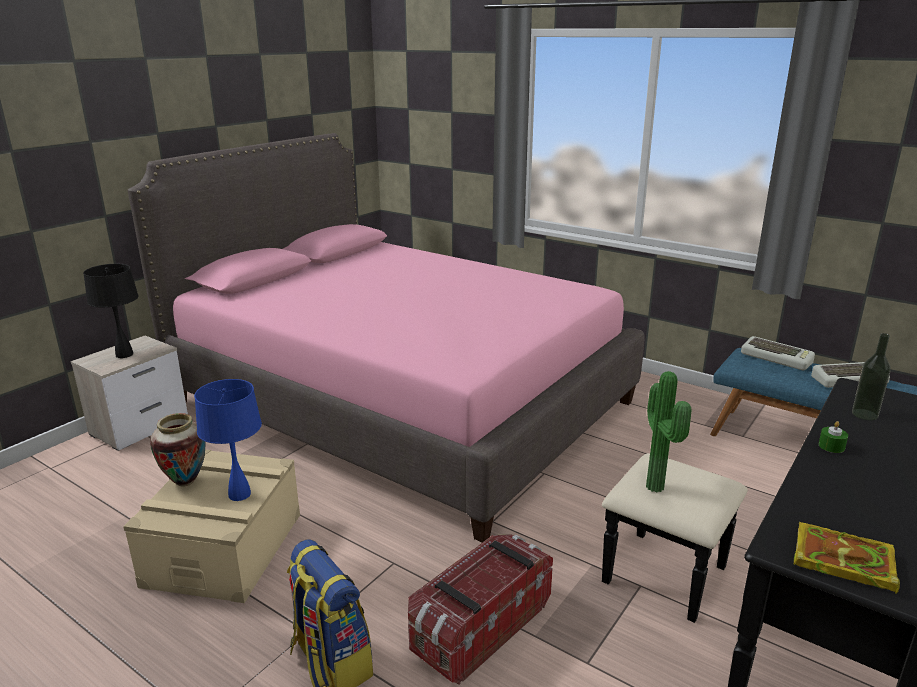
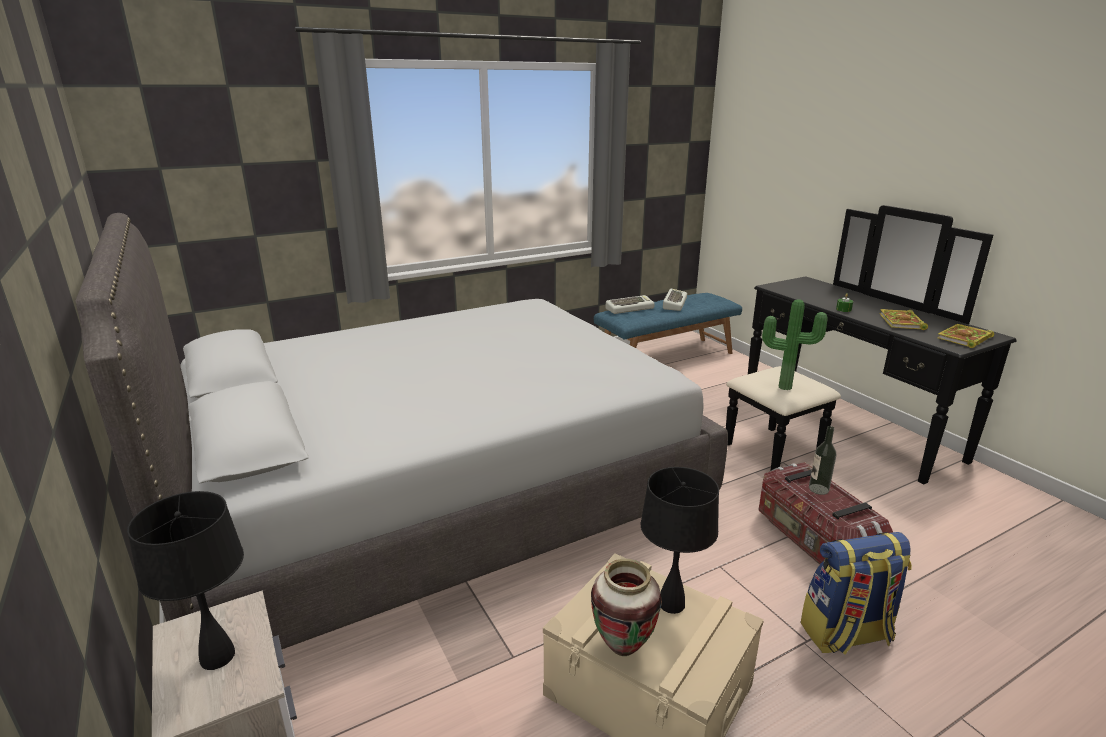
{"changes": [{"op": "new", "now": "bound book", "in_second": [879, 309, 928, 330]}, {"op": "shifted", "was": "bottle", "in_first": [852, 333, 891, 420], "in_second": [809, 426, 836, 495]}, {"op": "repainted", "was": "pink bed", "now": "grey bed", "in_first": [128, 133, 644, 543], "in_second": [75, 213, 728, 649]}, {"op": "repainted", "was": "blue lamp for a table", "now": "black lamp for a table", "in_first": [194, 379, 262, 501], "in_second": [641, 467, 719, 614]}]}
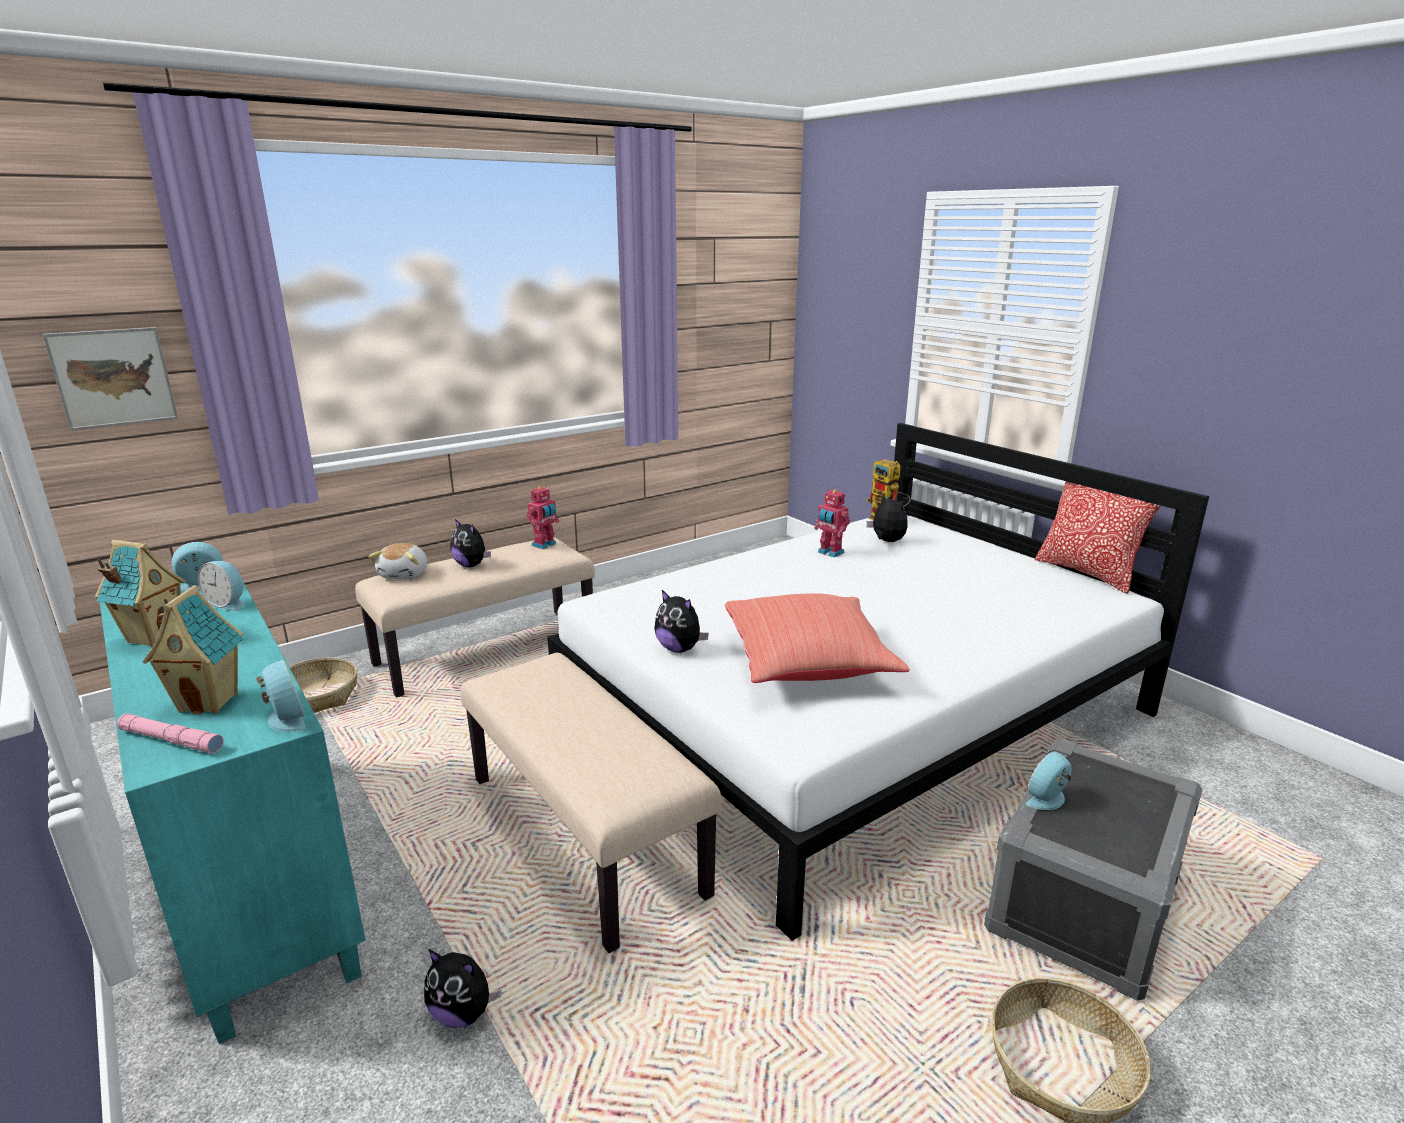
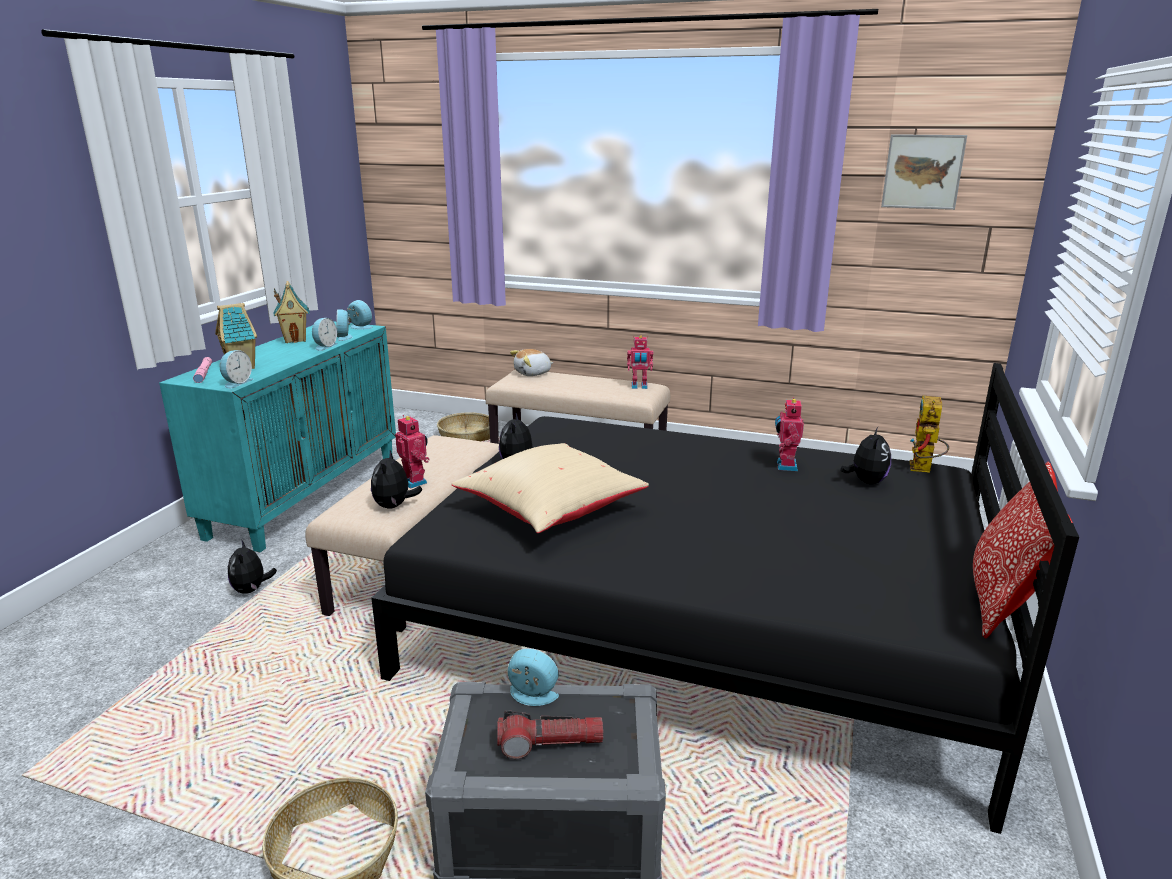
{"changes": [{"op": "new", "now": "alarm clock", "in_second": [312, 318, 338, 351]}, {"op": "new", "now": "model robot", "in_second": [395, 415, 430, 489]}, {"op": "new", "now": "hand torch", "in_second": [497, 710, 603, 759]}, {"op": "shifted", "was": "picture", "in_first": [43, 327, 178, 431], "in_second": [881, 134, 967, 210]}, {"op": "shifted", "was": "cuddly toy", "in_first": [450, 519, 491, 567], "in_second": [371, 450, 422, 509]}, {"op": "repainted", "was": "whitish bed", "now": "black bed", "in_first": [547, 423, 1209, 941], "in_second": [371, 363, 1079, 834]}, {"op": "repainted", "was": "red cushion", "now": "beige-coloured cushion", "in_first": [725, 593, 910, 683], "in_second": [451, 443, 649, 533]}]}
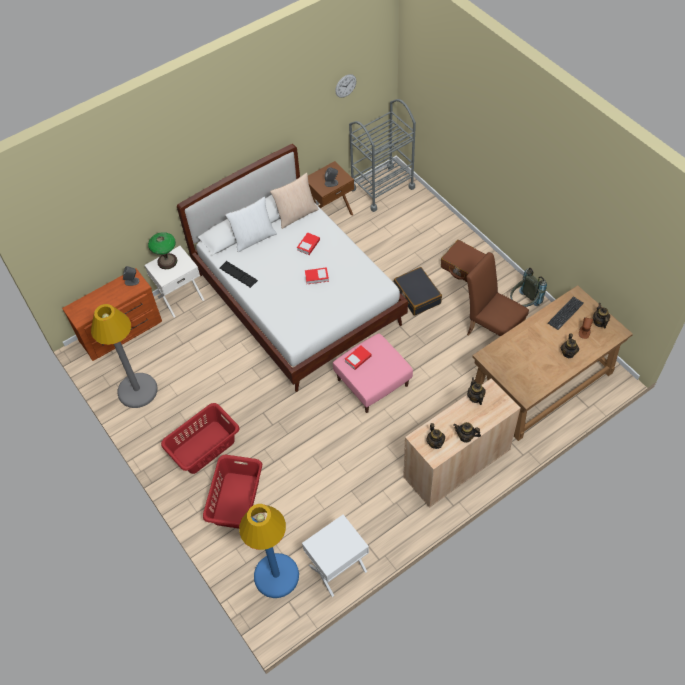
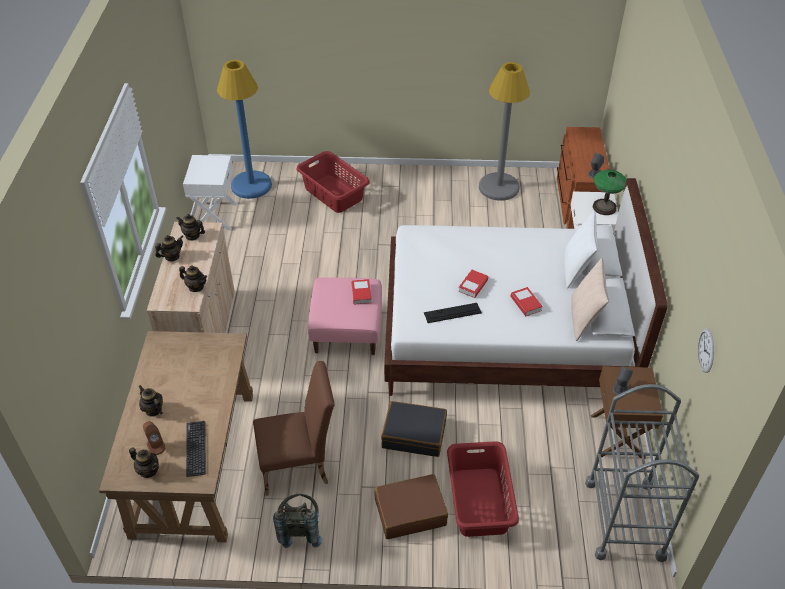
{"changes": [{"op": "shifted", "was": "red washing basket", "in_first": [161, 403, 239, 474], "in_second": [447, 441, 519, 537]}, {"op": "shifted", "was": "computer keyboard", "in_first": [219, 261, 258, 288], "in_second": [424, 303, 482, 323]}]}
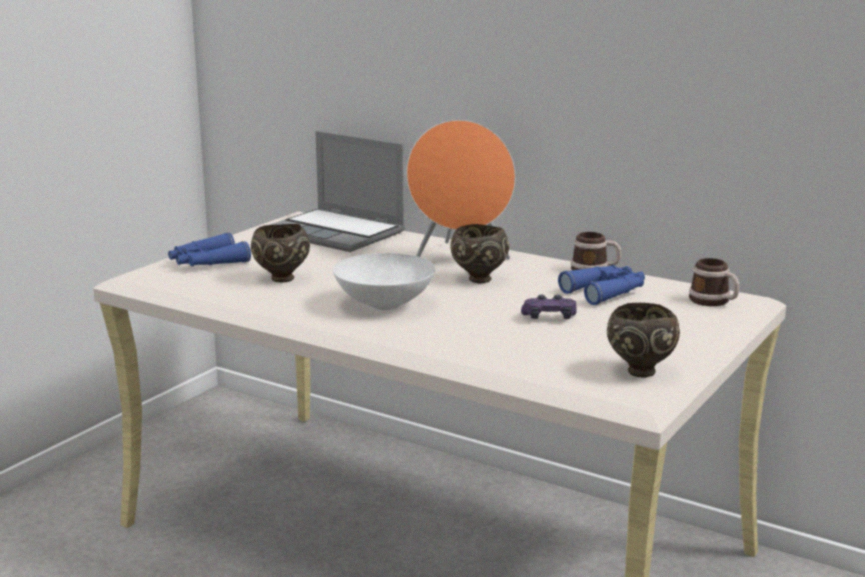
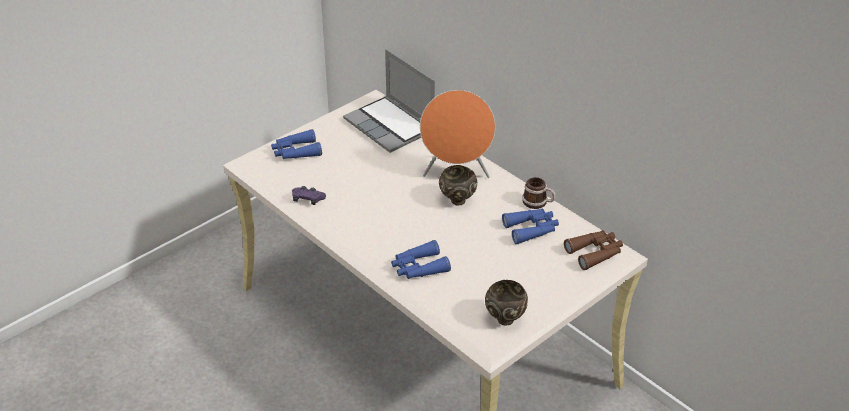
{"changes": [{"op": "gone", "was": "brown deep dish", "in_first": [251, 224, 310, 282]}, {"op": "gone", "was": "whitish deep dish", "in_first": [333, 253, 435, 310]}, {"op": "new", "now": "blue pair of binoculars", "in_second": [391, 240, 451, 279]}, {"op": "shifted", "was": "purple-coloured joypad", "in_first": [521, 295, 577, 319], "in_second": [292, 186, 326, 205]}, {"op": "swapped", "was": "tea mug", "now": "brown pair of binoculars", "in_first": [689, 258, 739, 306], "in_second": [564, 230, 623, 270]}]}
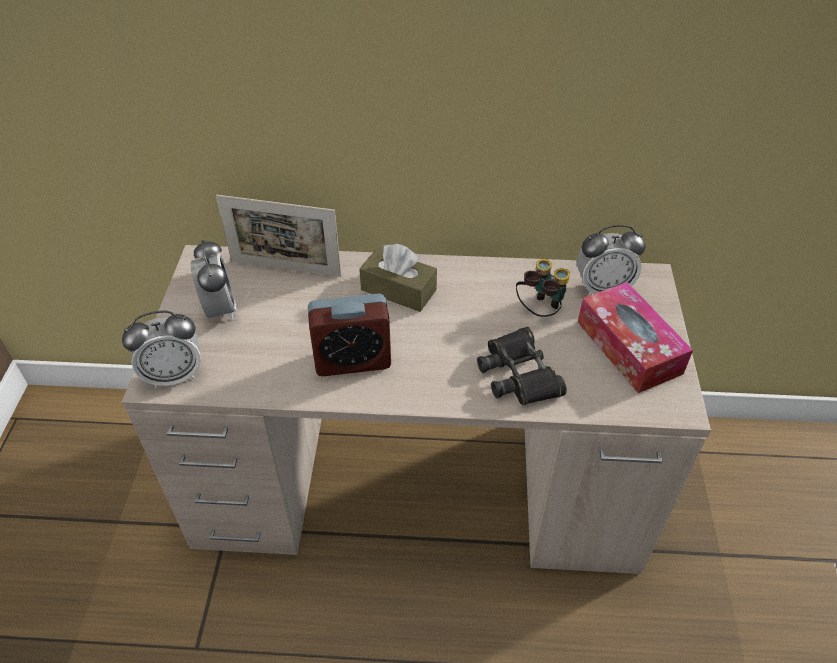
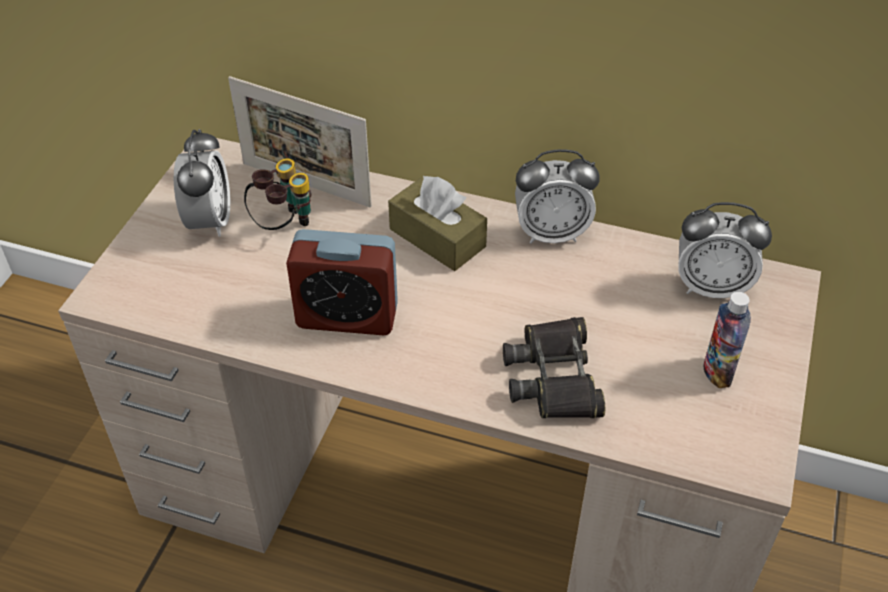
{"changes": [{"op": "shifted", "was": "alarm clock", "in_first": [122, 311, 201, 388], "in_second": [515, 149, 600, 244]}, {"op": "shifted", "was": "pair of binoculars", "in_first": [516, 259, 570, 317], "in_second": [244, 158, 311, 230]}, {"op": "swapped", "was": "tissue box", "now": "bottle", "in_first": [578, 282, 693, 393], "in_second": [703, 292, 751, 388]}]}
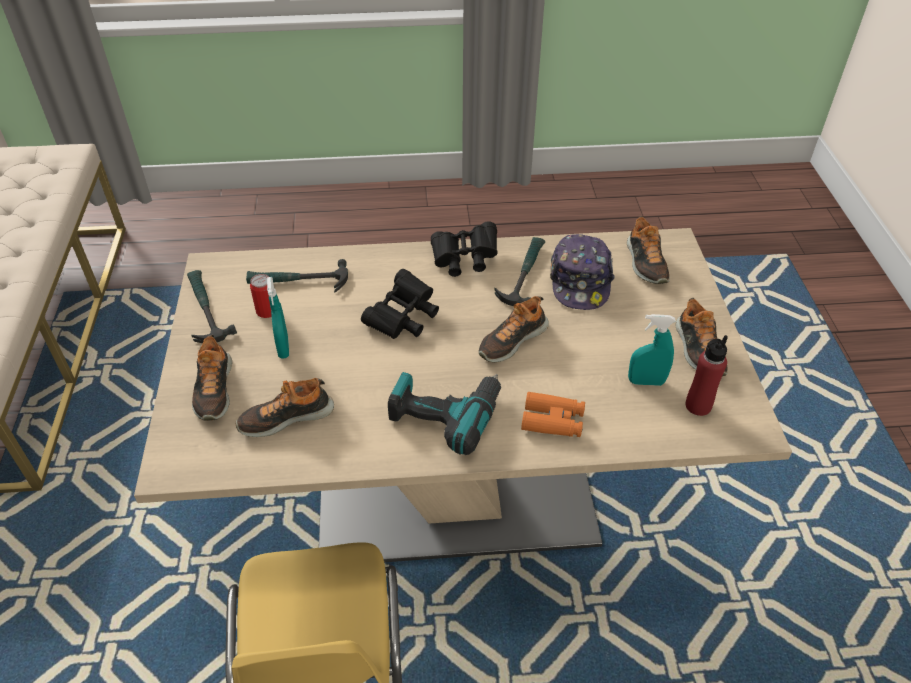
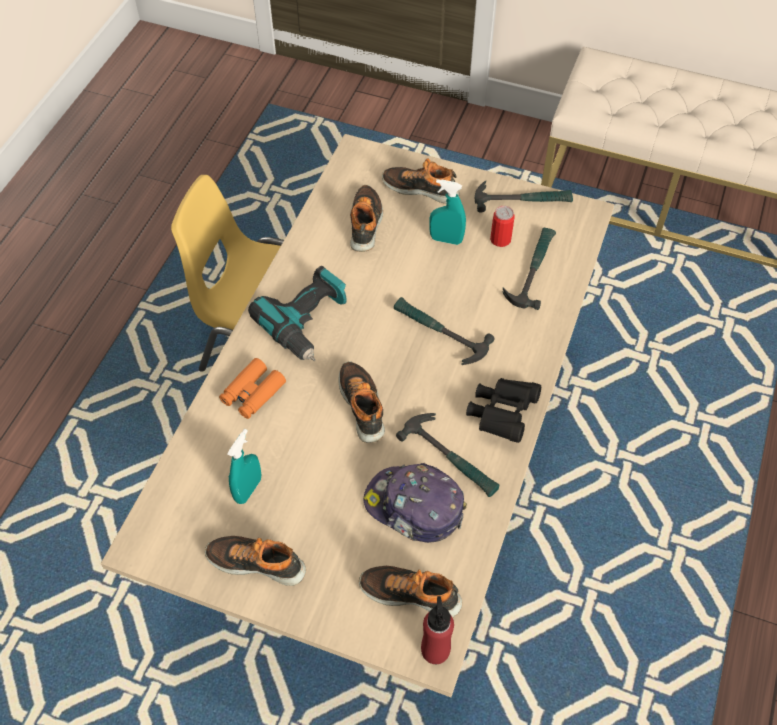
{"changes": [{"op": "shifted", "was": "red bottle", "in_first": [686, 335, 728, 416], "in_second": [421, 596, 454, 664]}, {"op": "swapped", "was": "black pair of binoculars", "now": "tool hammer", "in_first": [361, 269, 439, 339], "in_second": [394, 297, 495, 365]}]}
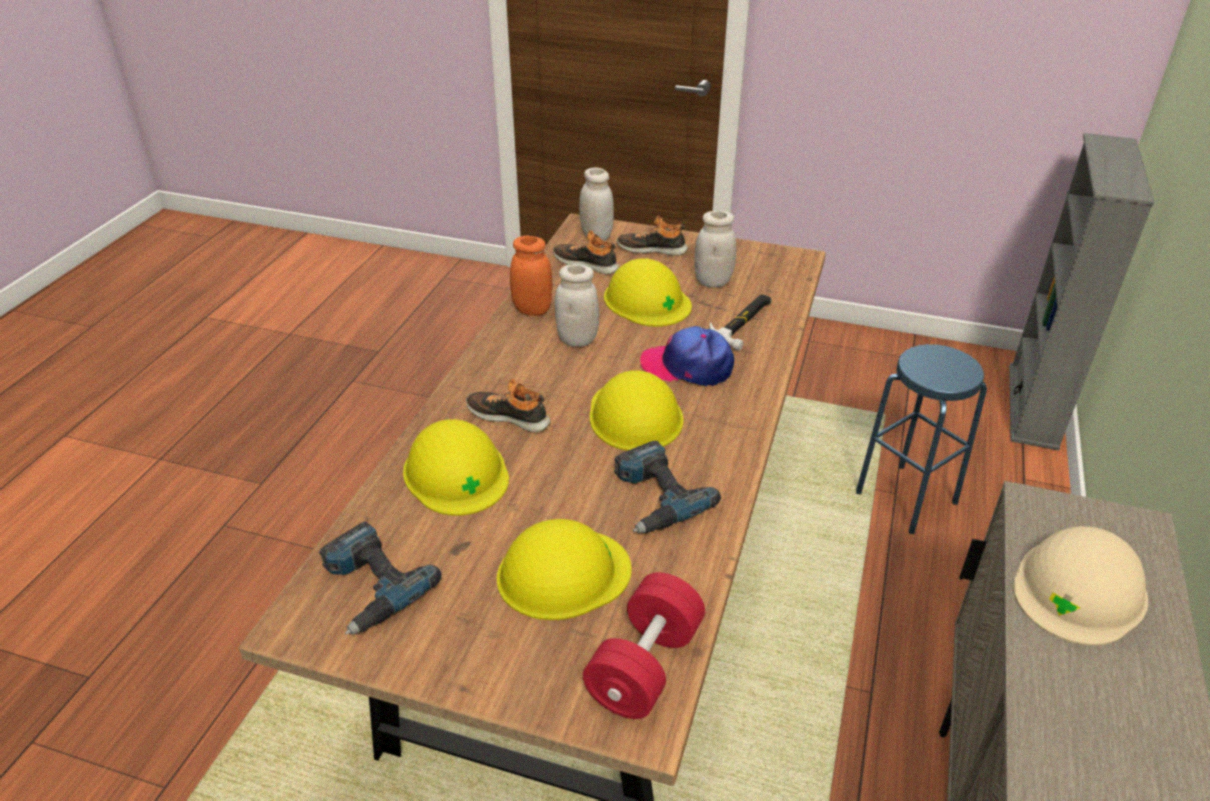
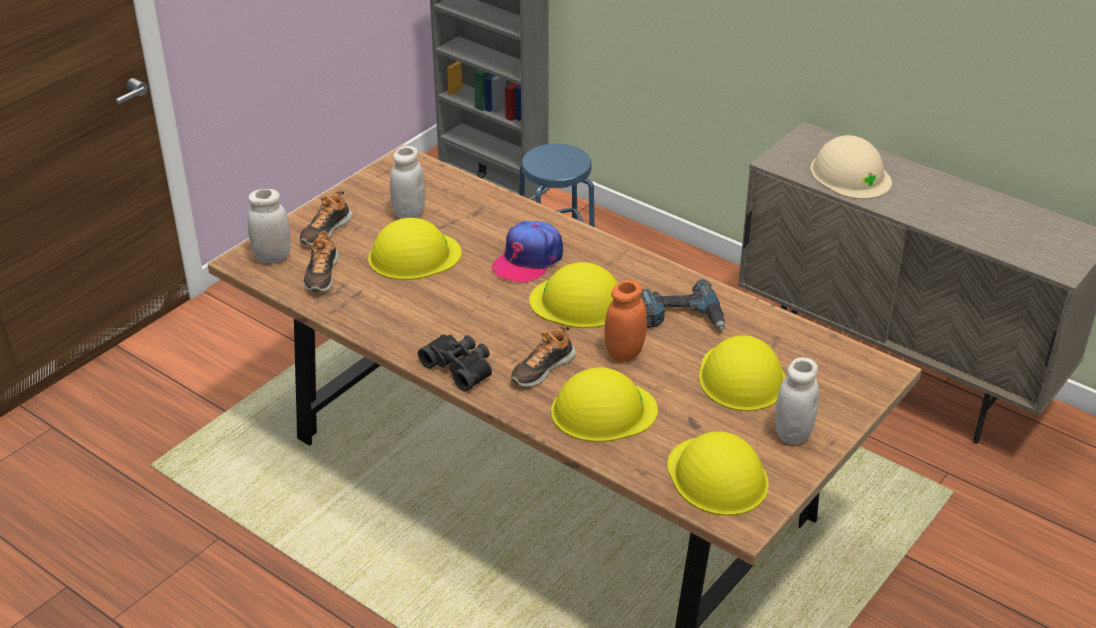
{"changes": [{"op": "gone", "was": "red free weight", "in_first": [583, 573, 705, 719]}, {"op": "gone", "was": "tool hammer", "in_first": [710, 294, 771, 351]}, {"op": "new", "now": "black pair of binoculars", "in_second": [418, 334, 492, 391]}, {"op": "shifted", "was": "orangey jar", "in_first": [510, 236, 553, 316], "in_second": [605, 280, 647, 362]}, {"op": "shifted", "was": "whitish jar", "in_first": [555, 264, 599, 347], "in_second": [775, 357, 819, 444]}, {"op": "swapped", "was": "drill", "now": "yellow safety helmet", "in_first": [319, 522, 442, 635], "in_second": [667, 431, 769, 516]}, {"op": "rotated", "was": "item of footwear", "in_first": [553, 230, 620, 275], "in_second": [303, 230, 339, 292], "clockwise": -45}]}
